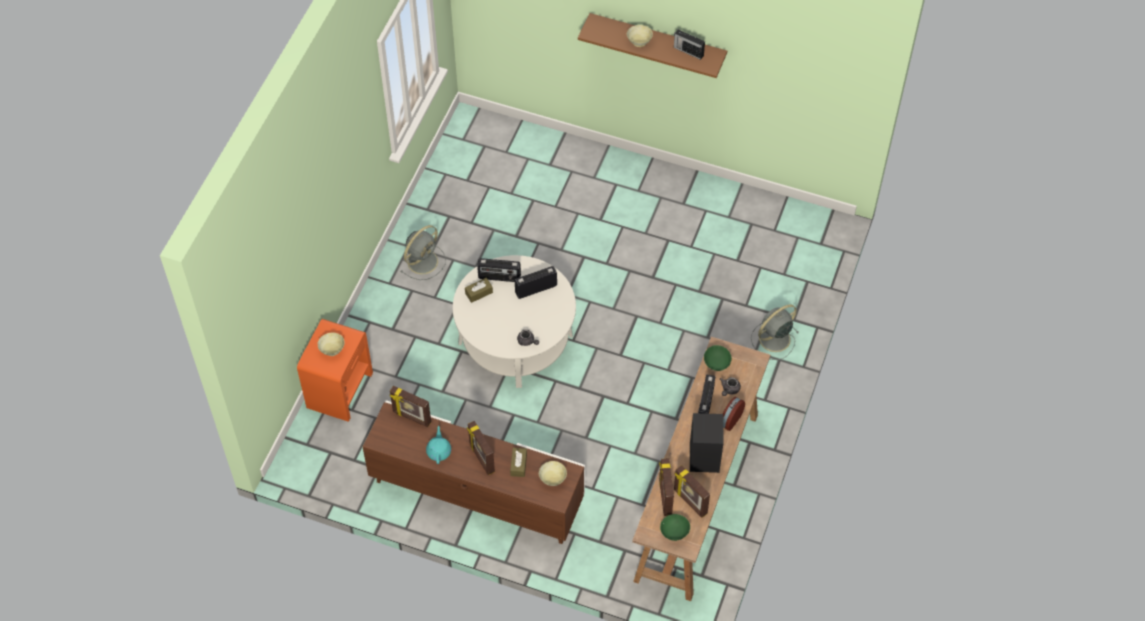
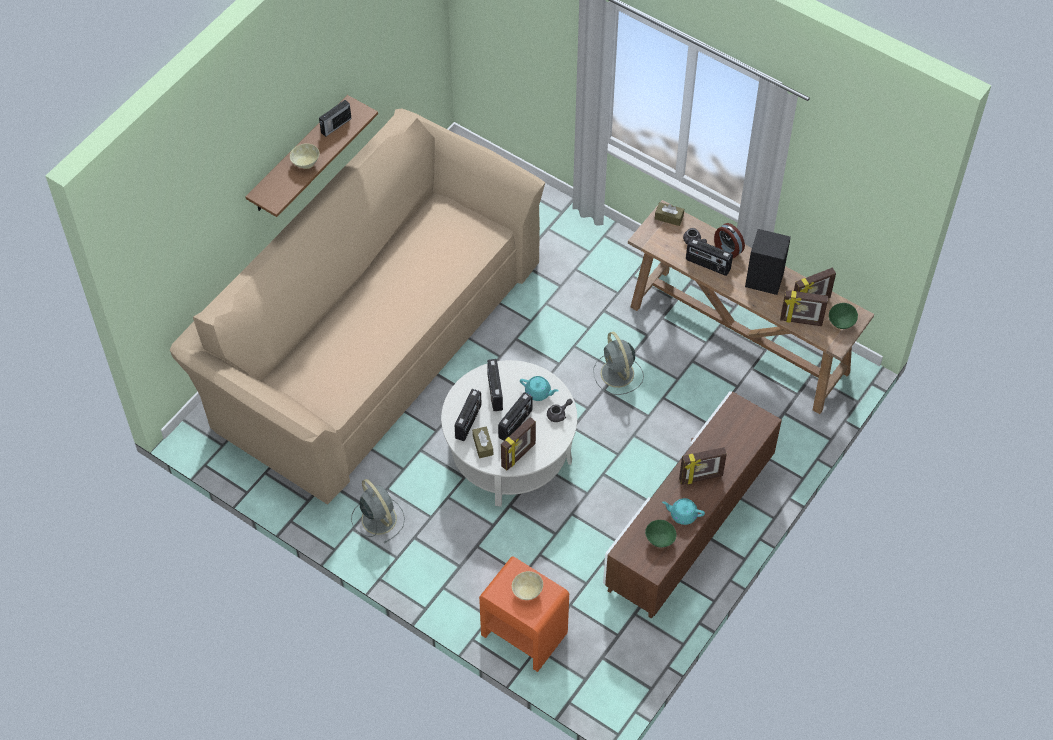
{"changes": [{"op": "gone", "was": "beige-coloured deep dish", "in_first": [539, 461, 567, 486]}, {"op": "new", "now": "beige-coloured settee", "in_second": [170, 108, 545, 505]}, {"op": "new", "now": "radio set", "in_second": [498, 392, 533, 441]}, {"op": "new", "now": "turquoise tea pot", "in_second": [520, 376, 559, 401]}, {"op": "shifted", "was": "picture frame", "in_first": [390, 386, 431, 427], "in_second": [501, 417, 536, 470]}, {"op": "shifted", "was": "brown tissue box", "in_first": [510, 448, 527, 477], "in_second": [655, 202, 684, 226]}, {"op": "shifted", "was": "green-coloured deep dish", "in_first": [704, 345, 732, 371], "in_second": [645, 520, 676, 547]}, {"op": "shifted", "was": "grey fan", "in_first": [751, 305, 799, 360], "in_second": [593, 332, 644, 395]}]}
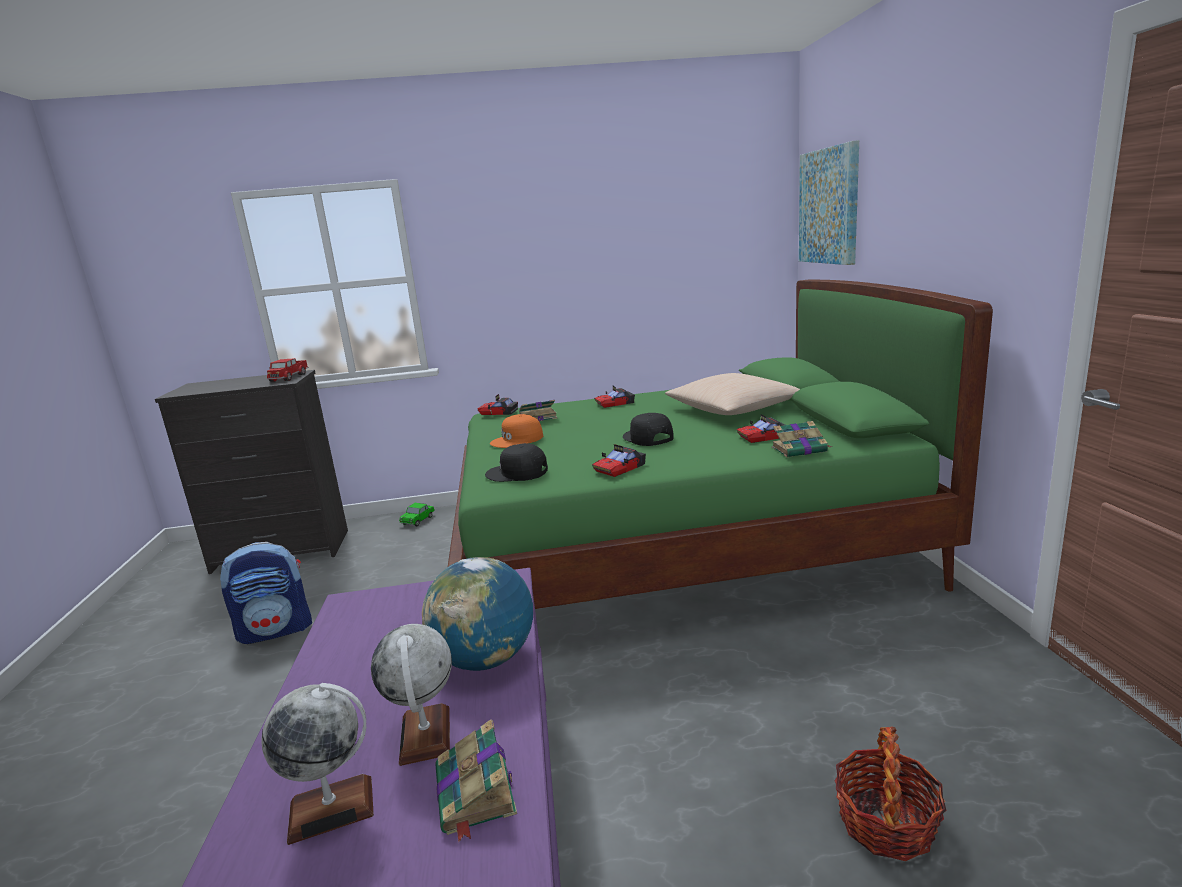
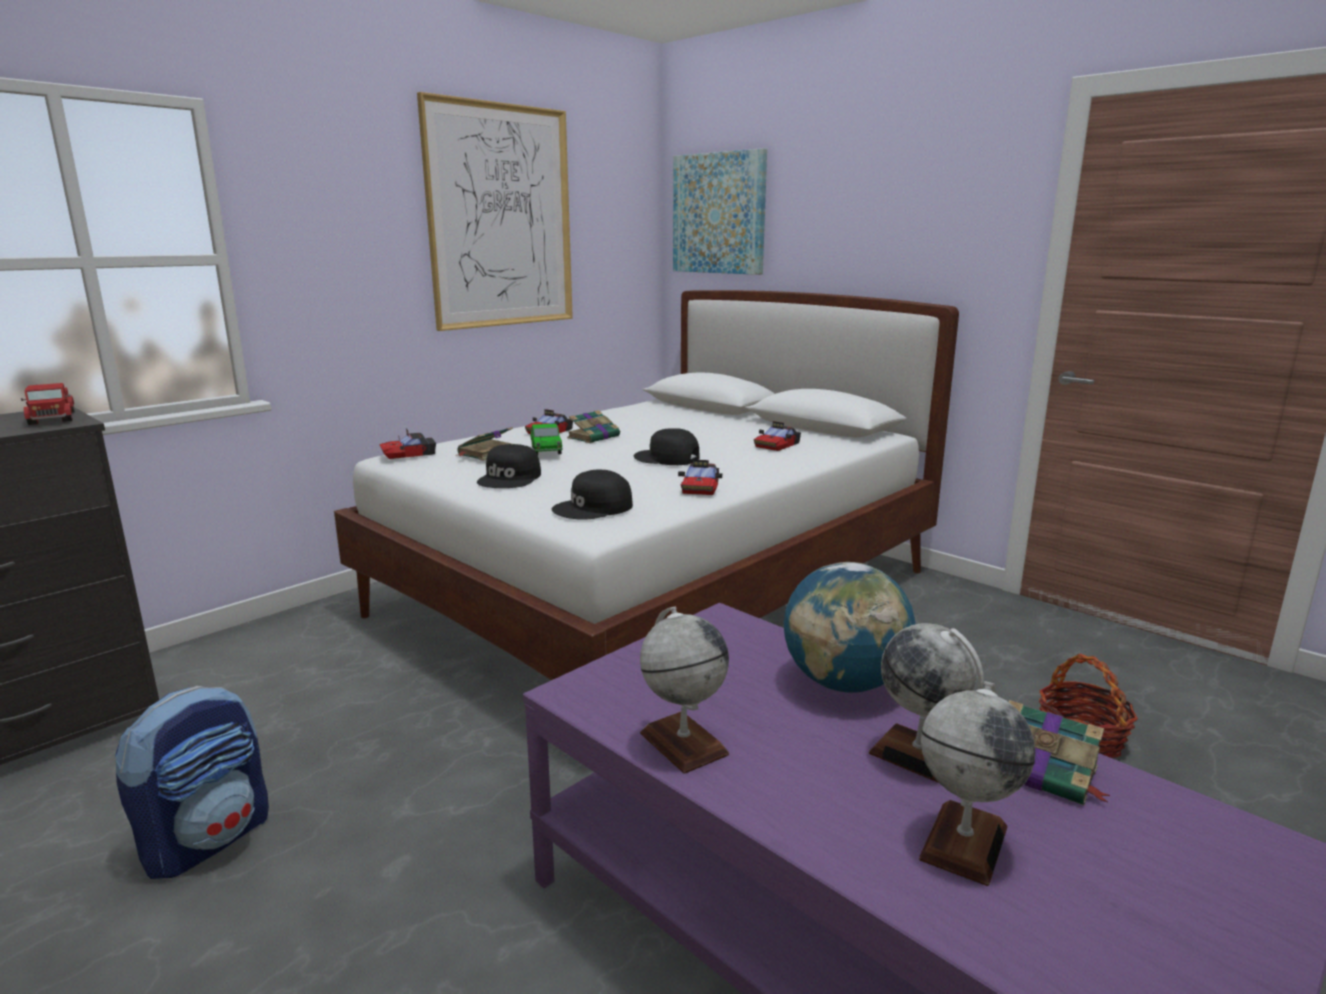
{"changes": [{"op": "gone", "was": "beige-coloured cushion", "in_first": [665, 373, 800, 415]}, {"op": "new", "now": "picture", "in_second": [417, 92, 573, 331]}, {"op": "new", "now": "desk globe", "in_second": [640, 606, 729, 774]}, {"op": "shifted", "was": "miniature car", "in_first": [399, 503, 435, 526], "in_second": [530, 423, 562, 455]}, {"op": "shifted", "was": "bound book", "in_first": [772, 421, 832, 458], "in_second": [567, 410, 621, 443]}, {"op": "repainted", "was": "green-coloured bed", "now": "whitish bed", "in_first": [448, 279, 993, 609], "in_second": [334, 290, 959, 680]}, {"op": "repainted", "was": "orangey peaked cap", "now": "black peaked cap", "in_first": [490, 414, 543, 448], "in_second": [477, 444, 541, 488]}]}
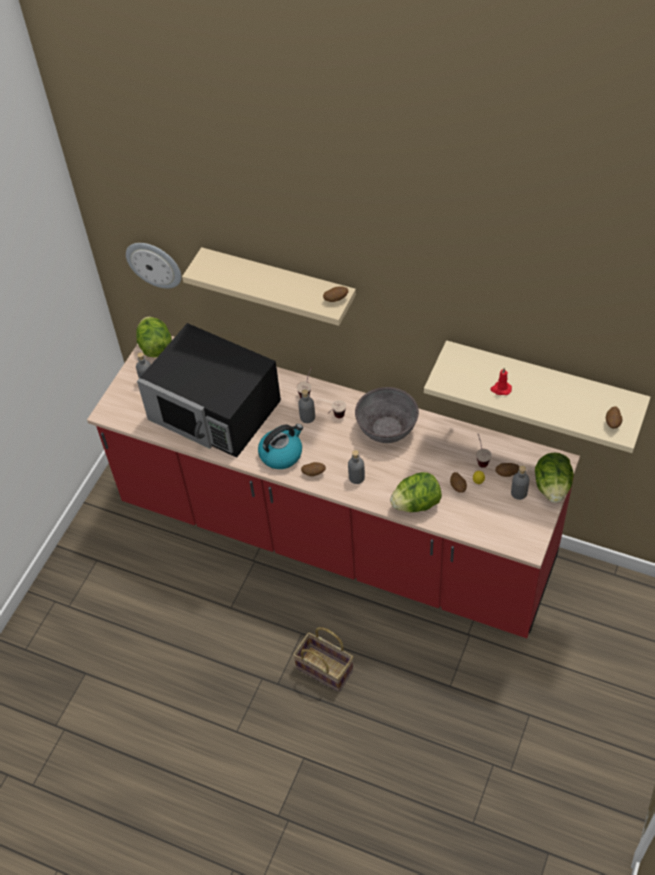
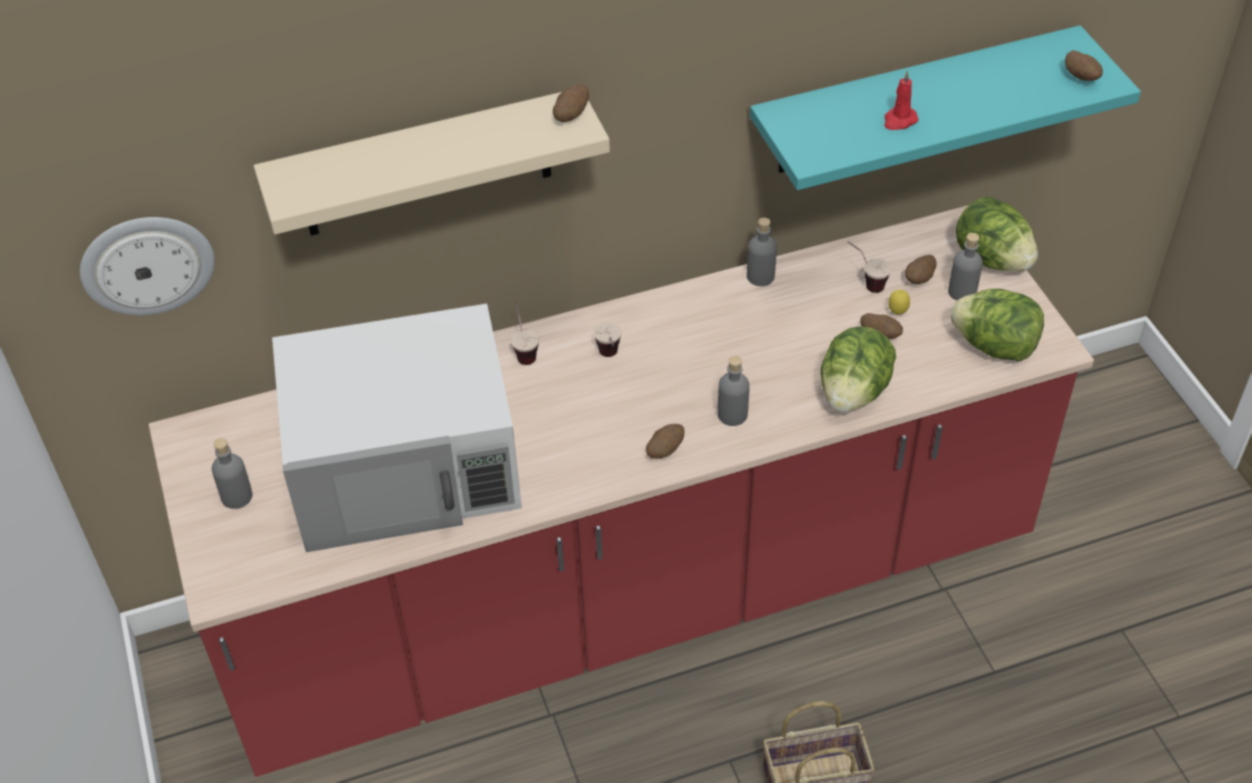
{"changes": [{"op": "gone", "was": "tea kettle", "in_first": [258, 424, 303, 469]}, {"op": "gone", "was": "grey deep dish", "in_first": [355, 387, 419, 443]}, {"op": "shifted", "was": "head of lettuce", "in_first": [136, 316, 172, 357], "in_second": [950, 289, 1044, 362]}, {"op": "shifted", "was": "grey bottle", "in_first": [298, 389, 315, 423], "in_second": [747, 218, 777, 286]}, {"op": "repainted", "was": "black kitchen microwave", "now": "whitish kitchen microwave", "in_first": [137, 323, 281, 458], "in_second": [272, 304, 522, 552]}, {"op": "repainted", "was": "beige-coloured bracket shelf", "now": "turquoise bracket shelf", "in_first": [424, 340, 651, 453], "in_second": [750, 25, 1141, 190]}]}
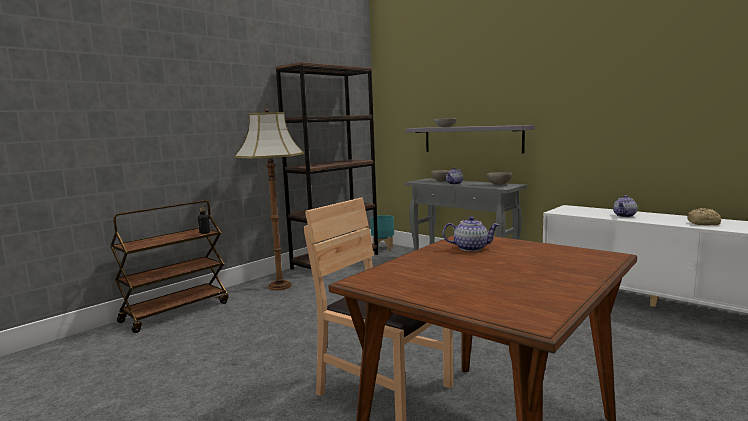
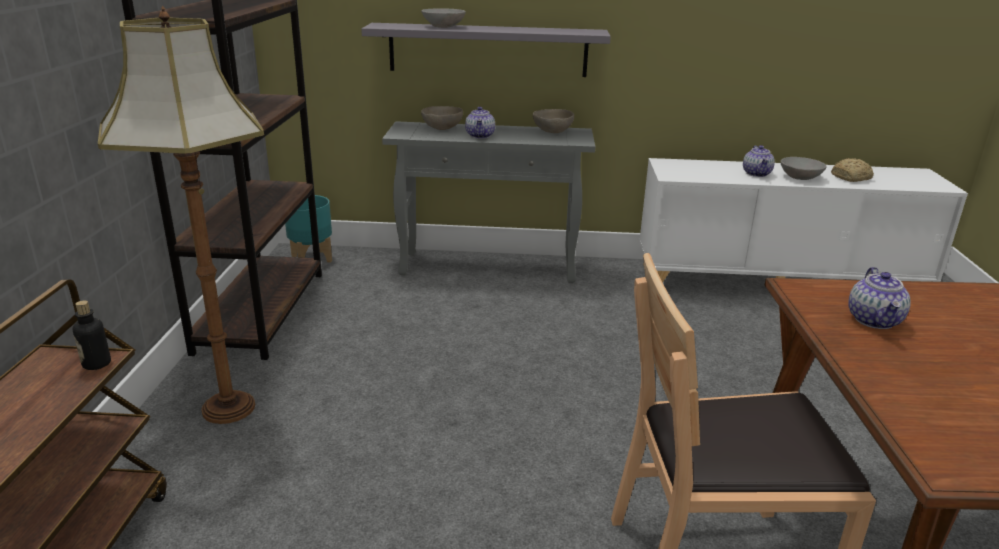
{"changes": [{"op": "new", "now": "grey deep dish", "in_second": [780, 157, 827, 180]}, {"op": "rotated", "was": "tea pot", "in_first": [443, 216, 499, 251], "in_second": [848, 267, 911, 329], "clockwise": 135}]}
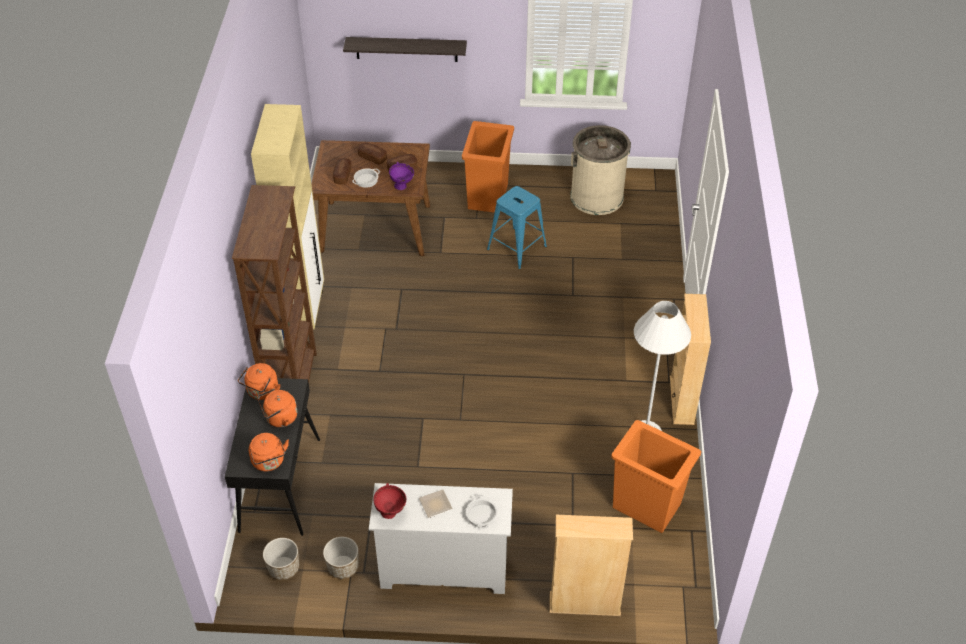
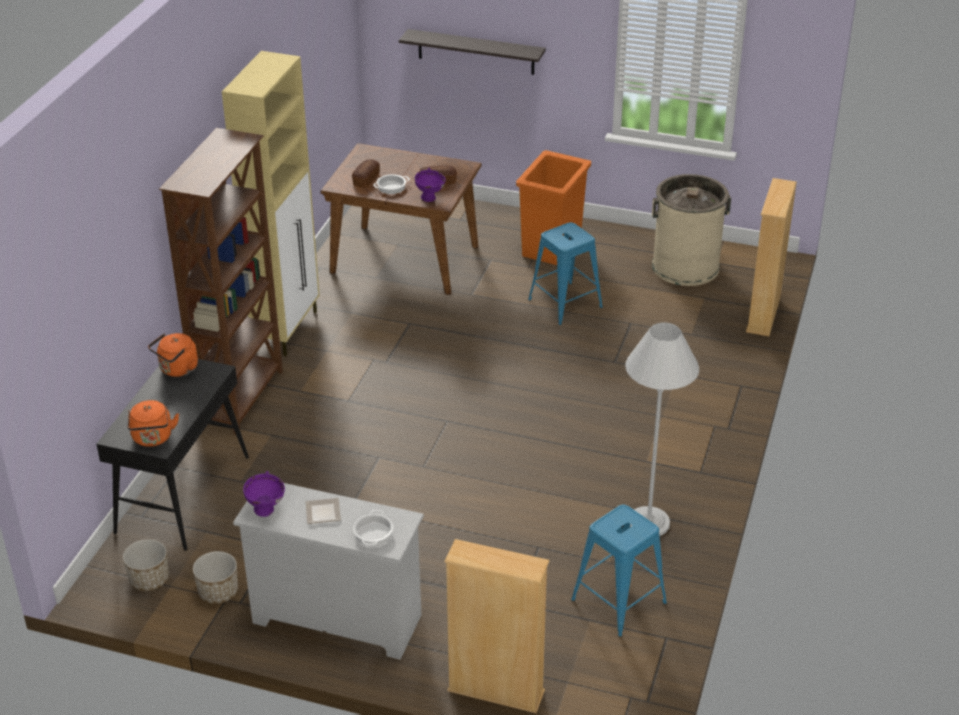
{"changes": [{"op": "gone", "was": "orangey tea kettle", "in_first": [257, 388, 297, 427]}, {"op": "gone", "was": "bread", "in_first": [358, 142, 387, 165]}, {"op": "shifted", "was": "beige-coloured shelving unit", "in_first": [670, 294, 711, 425], "in_second": [746, 178, 797, 336]}, {"op": "swapped", "was": "orangey trash can", "now": "blue stool seat", "in_first": [611, 420, 701, 533], "in_second": [571, 504, 667, 637]}, {"op": "repainted", "was": "red deep dish", "now": "purple-coloured deep dish", "in_first": [373, 483, 406, 519], "in_second": [243, 471, 285, 517]}]}
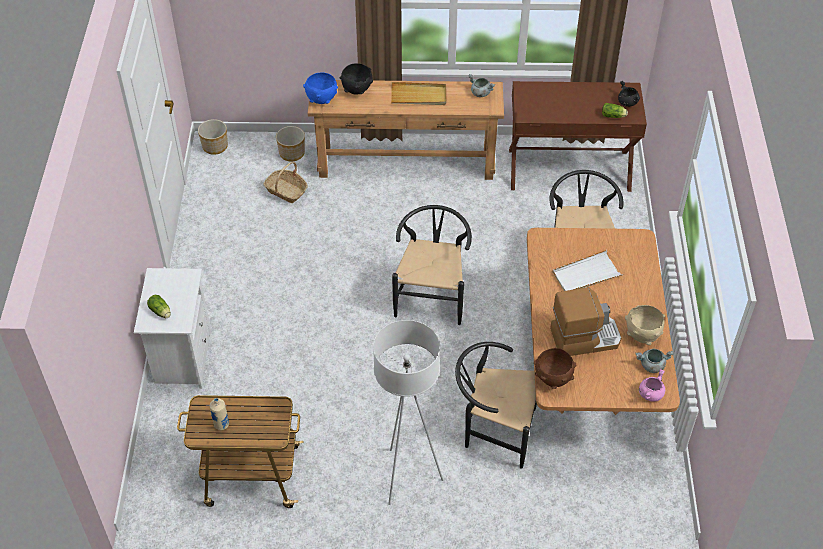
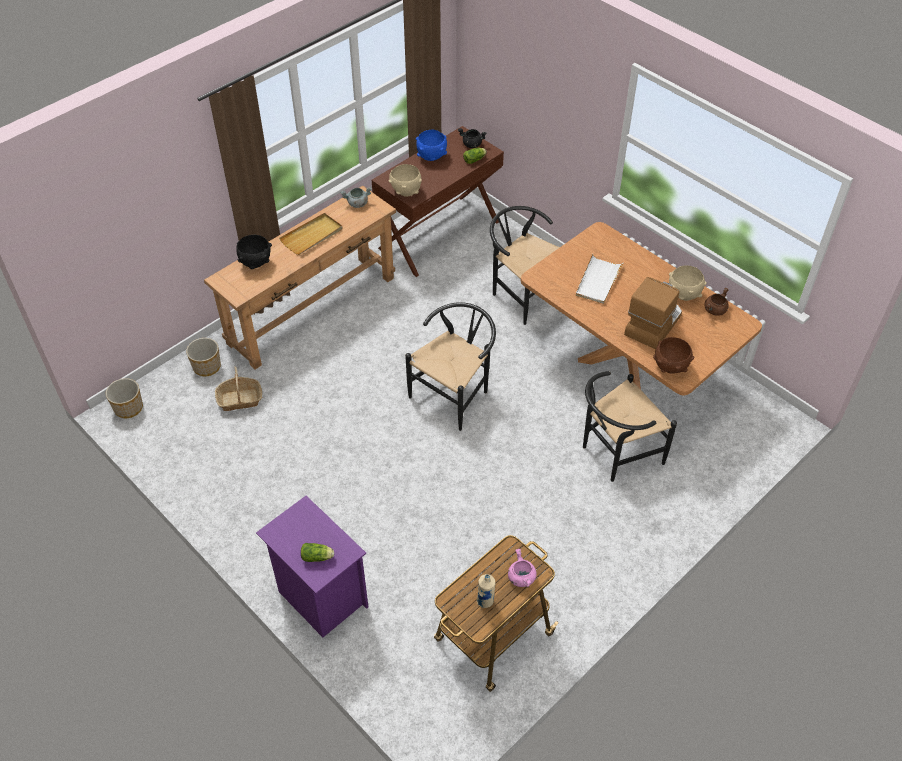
{"changes": [{"op": "gone", "was": "whitish standard lamp", "in_first": [373, 320, 443, 505]}, {"op": "new", "now": "beige-coloured deep dish", "in_second": [389, 164, 422, 197]}, {"op": "shifted", "was": "blue deep dish", "in_first": [303, 73, 338, 104], "in_second": [416, 129, 447, 161]}, {"op": "shifted", "was": "pink saucepot", "in_first": [639, 369, 665, 402], "in_second": [508, 549, 537, 587]}, {"op": "repainted", "was": "whitish night table", "now": "purple-coloured night table", "in_first": [134, 268, 211, 389], "in_second": [256, 496, 369, 638]}, {"op": "repainted", "was": "grey saucepot", "now": "brown saucepot", "in_first": [635, 349, 673, 373], "in_second": [704, 287, 729, 316]}, {"op": "rotated", "was": "black chair", "in_first": [392, 205, 472, 325], "in_second": [405, 302, 496, 431], "clockwise": 75}]}
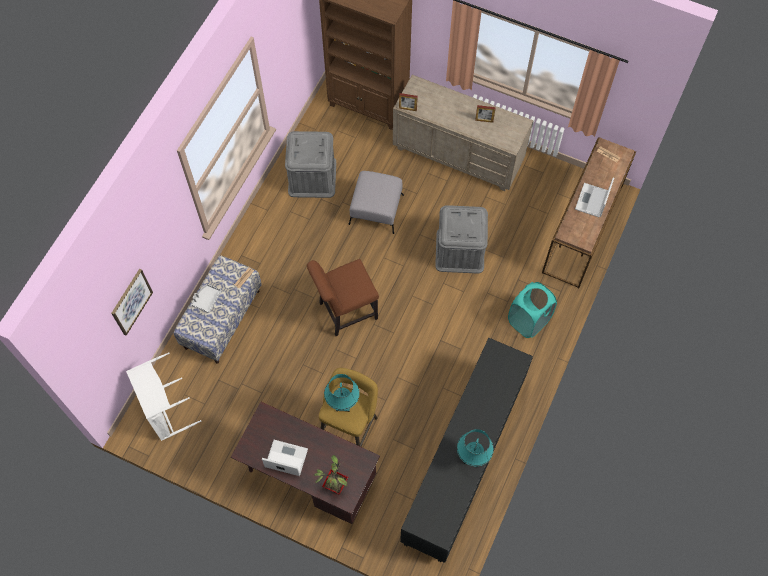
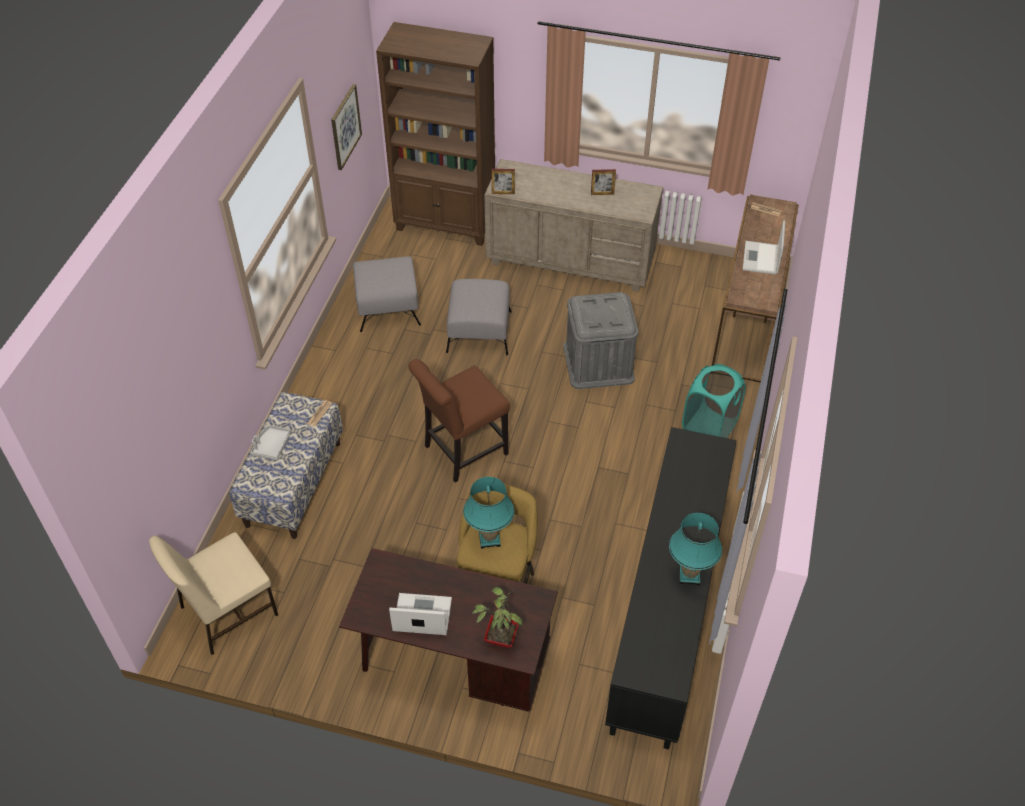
{"changes": [{"op": "shifted", "was": "picture", "in_first": [111, 269, 153, 336], "in_second": [331, 84, 362, 170]}, {"op": "swapped", "was": "whitish washing basket", "now": "beige-coloured chair", "in_first": [126, 352, 201, 441], "in_second": [149, 532, 278, 655]}, {"op": "swapped", "was": "grey storage box", "now": "grey ottoman", "in_first": [285, 131, 336, 198], "in_second": [353, 256, 421, 332]}]}
